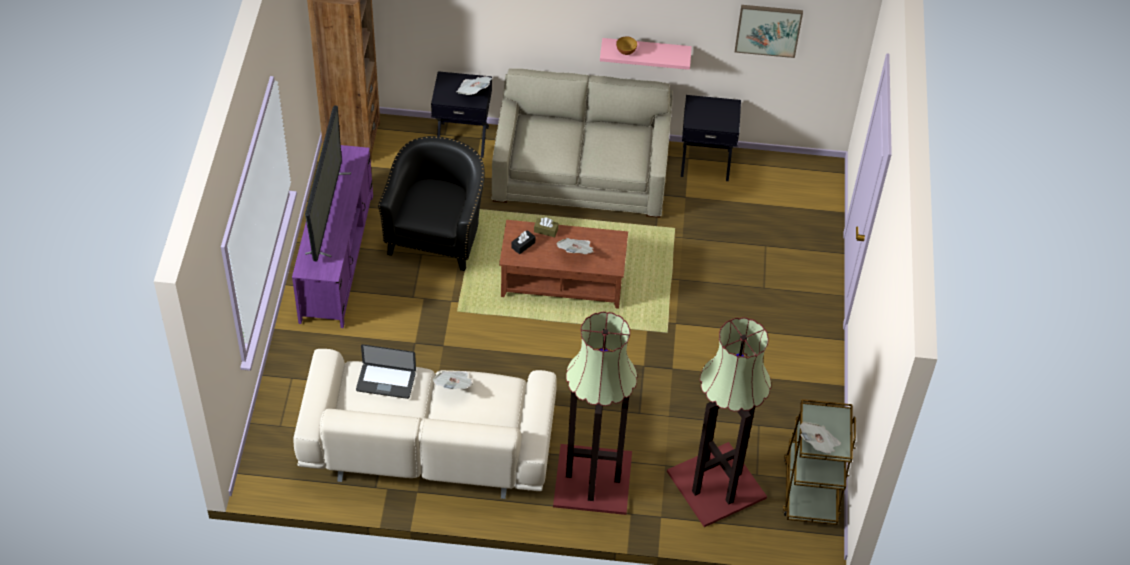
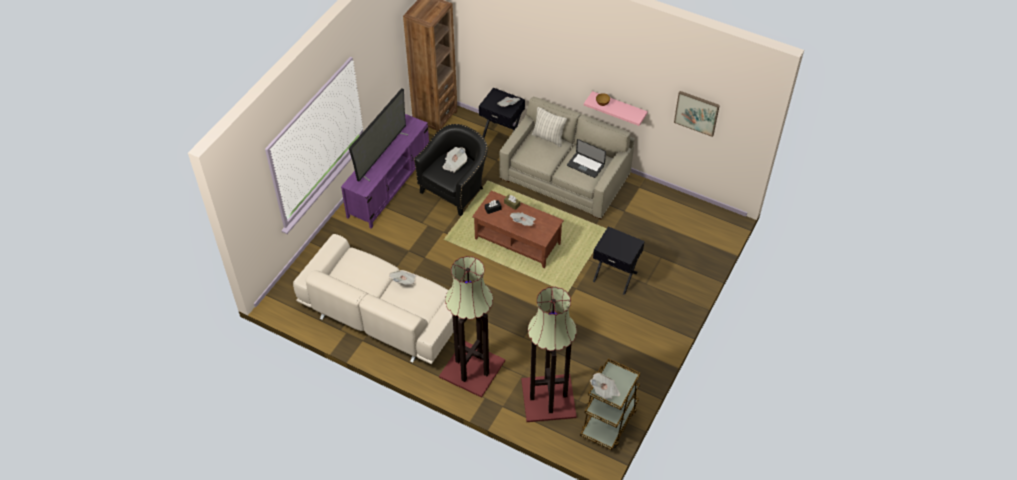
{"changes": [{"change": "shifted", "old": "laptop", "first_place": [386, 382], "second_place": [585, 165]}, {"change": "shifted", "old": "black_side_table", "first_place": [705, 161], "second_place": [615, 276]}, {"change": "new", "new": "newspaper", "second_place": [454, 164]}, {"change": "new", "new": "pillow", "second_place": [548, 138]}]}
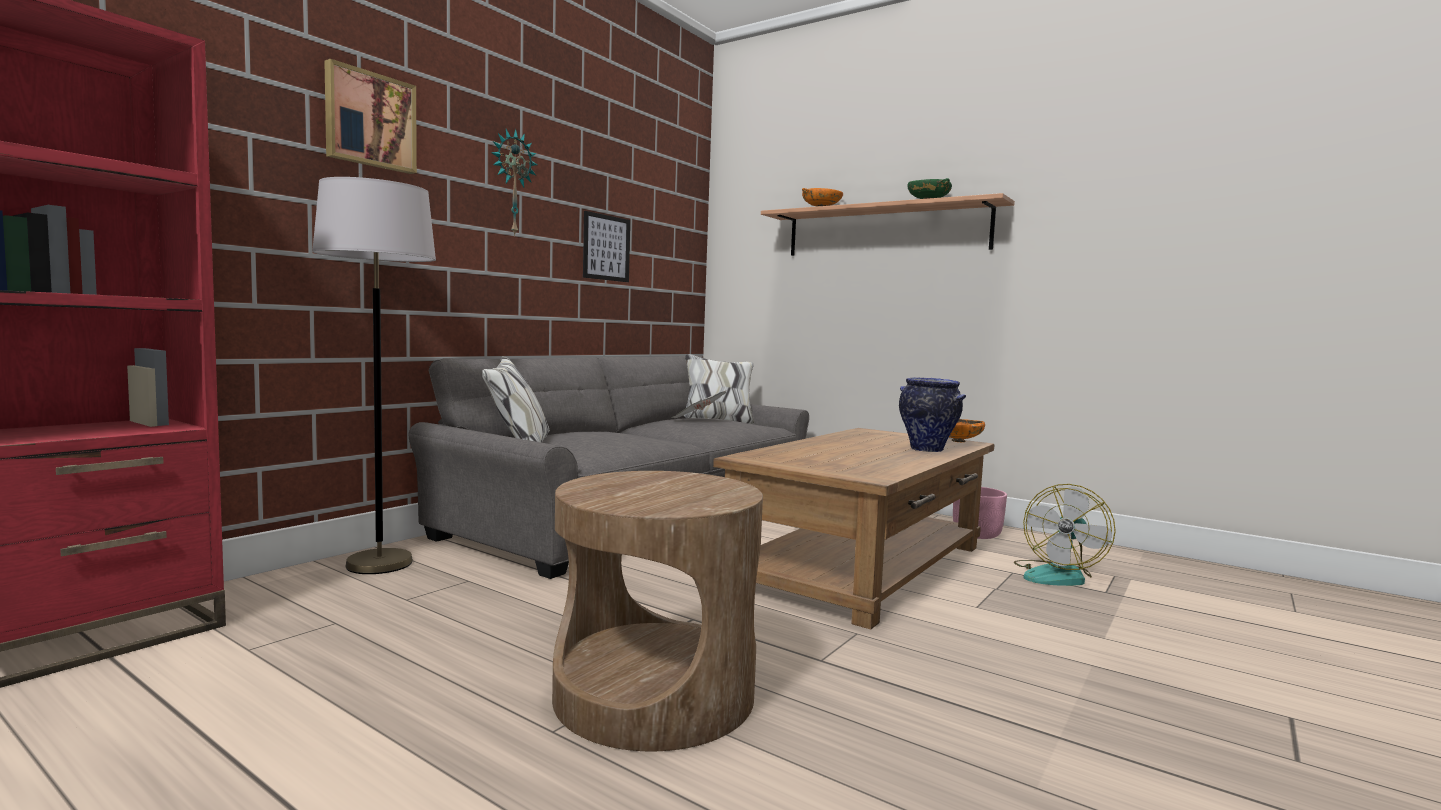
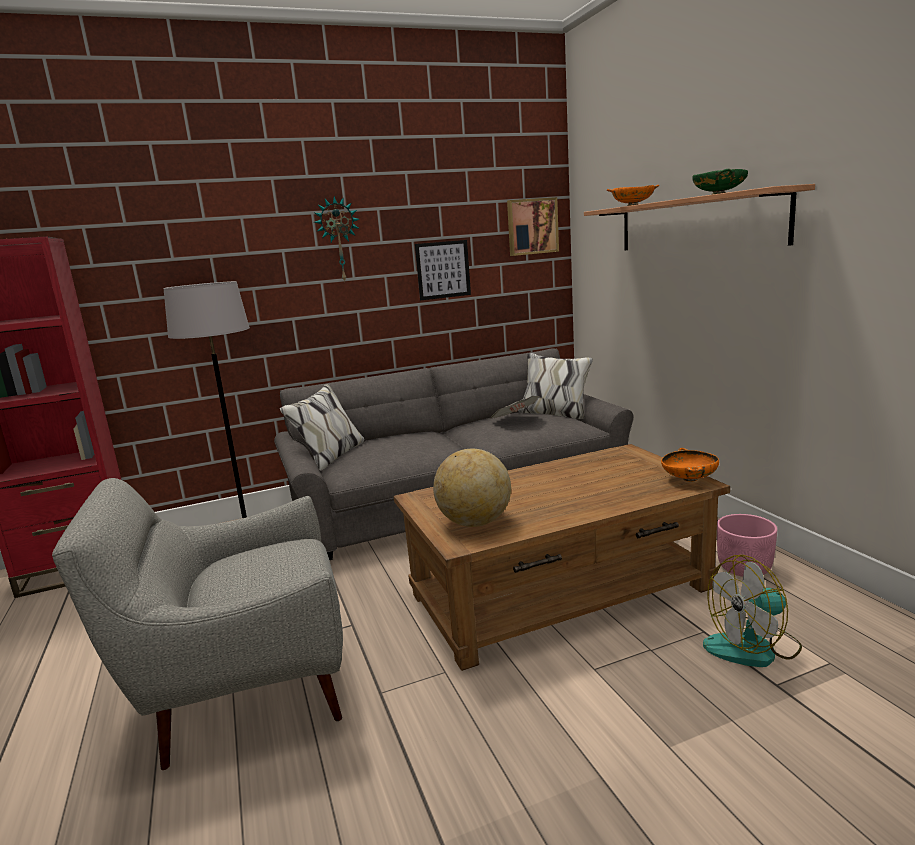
{"changes": [{"change": "shifted", "old": "picture", "first_place": [369, 120], "second_place": [532, 226]}, {"change": "swapped", "old": "brown_side_table", "new": "grey_armchair", "first_place": [653, 694], "second_place": [242, 690]}, {"change": "gone", "old": "vase", "first_place": [928, 450]}, {"change": "new", "new": "globe", "second_place": [474, 523]}]}
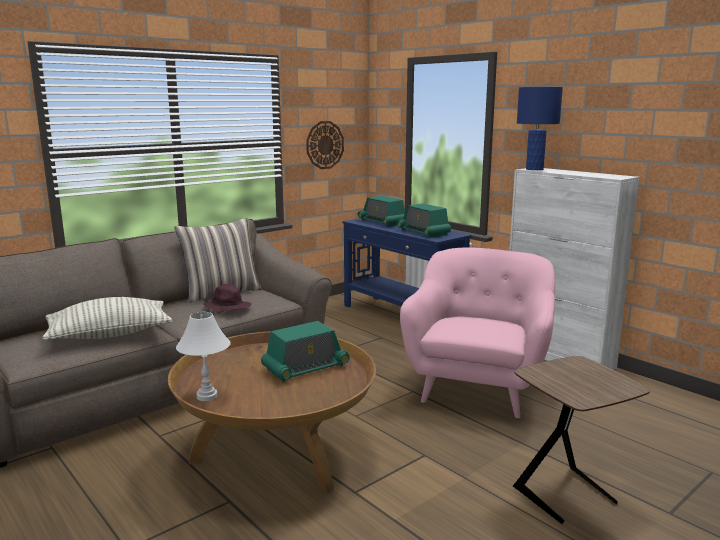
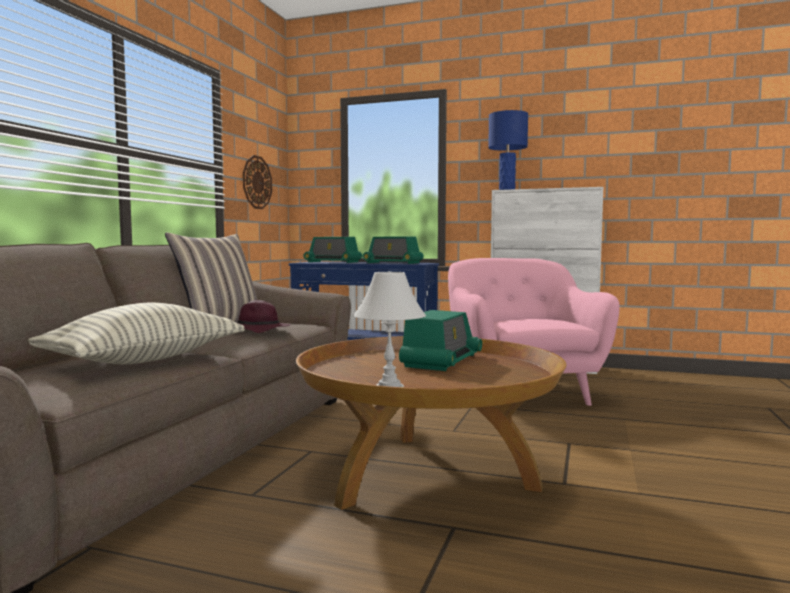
{"changes": [{"change": "gone", "old": "brown_side_table", "first_place": [568, 496]}]}
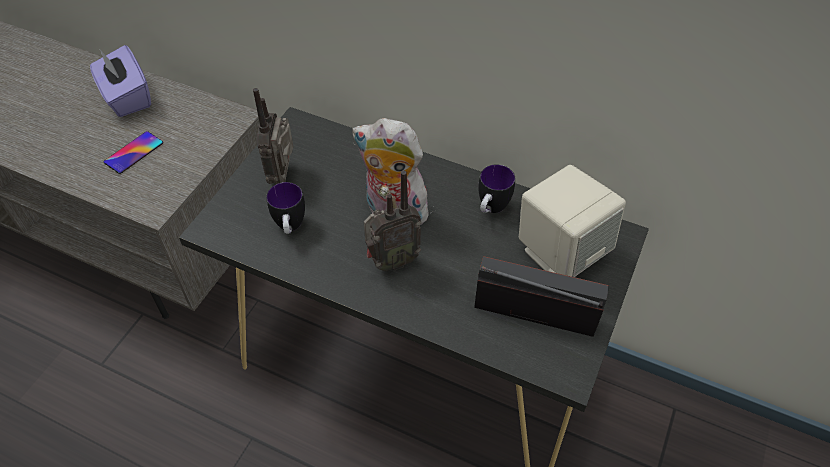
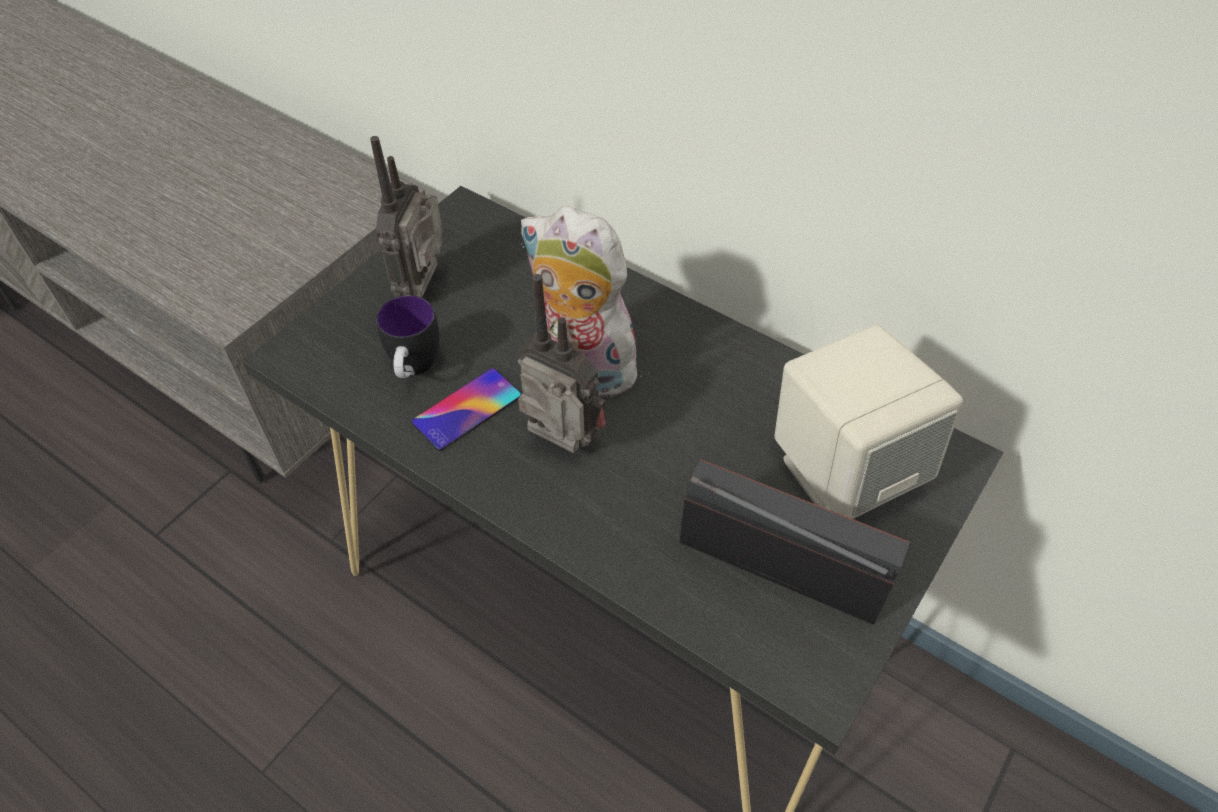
{"changes": [{"change": "gone", "old": "purple_tissue_box", "first_place": [127, 97]}, {"change": "shifted", "old": "phone", "first_place": [134, 153], "second_place": [467, 409]}, {"change": "rotated", "old": "radio", "first_place": [391, 261], "second_place": [560, 446], "degrees": -135}, {"change": "gone", "old": "mug", "first_place": [491, 209]}]}
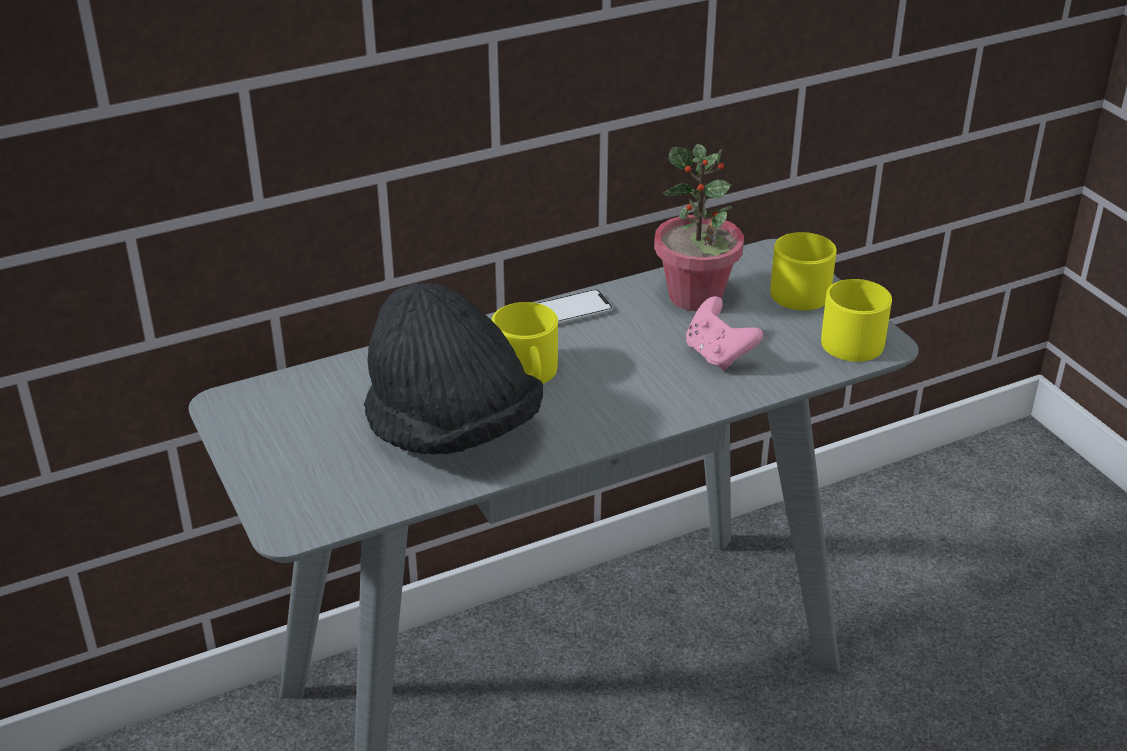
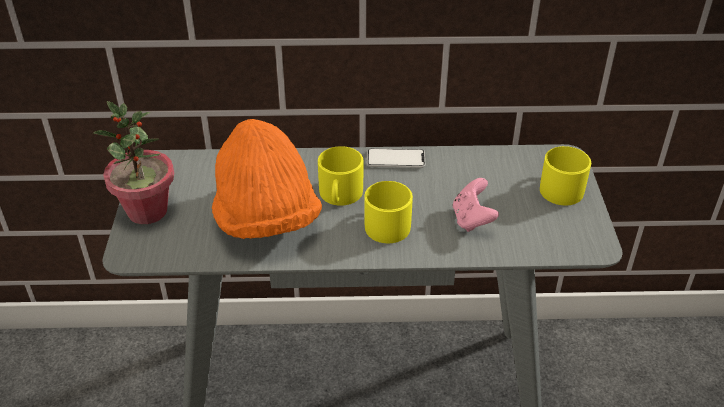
{"changes": [{"change": "repainted", "old": "black_hat", "new": "orange_hat", "first_place": [451, 429], "second_place": [266, 219]}, {"change": "shifted", "old": "potted_plant", "first_place": [696, 297], "second_place": [147, 211]}, {"change": "shifted", "old": "yellow_mug", "first_place": [847, 339], "second_place": [387, 223]}]}
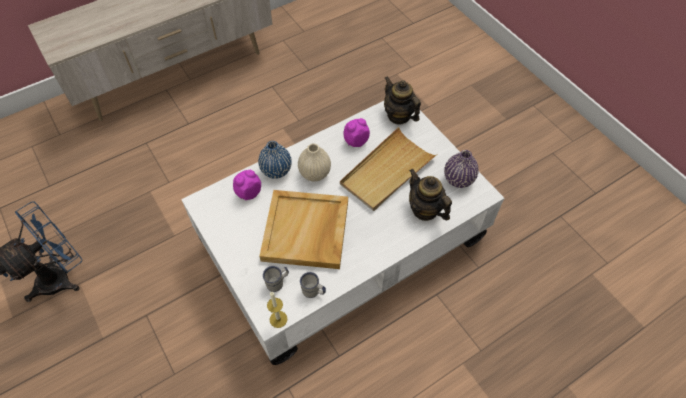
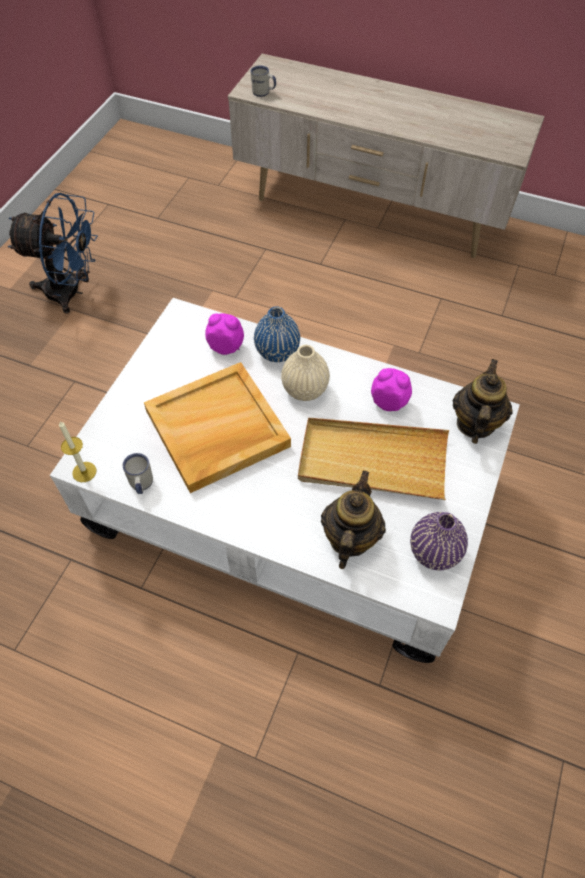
{"changes": [{"change": "shifted", "old": "white_mug", "first_place": [277, 282], "second_place": [263, 93]}]}
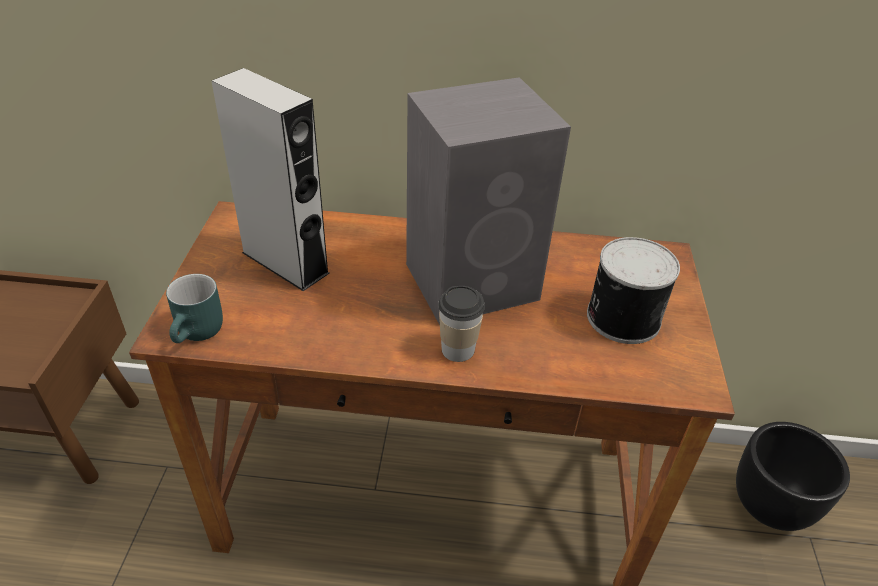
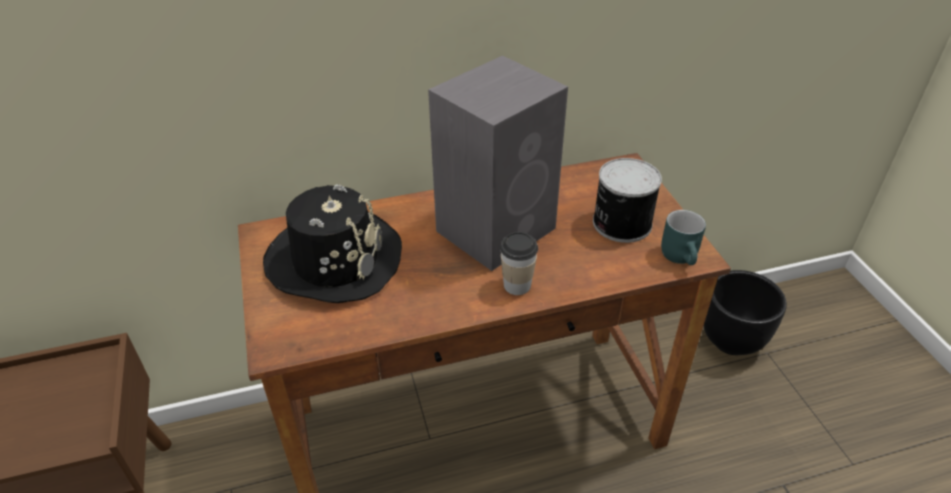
{"changes": [{"change": "shifted", "old": "turquoise_mug", "first_place": [200, 333], "second_place": [683, 257]}, {"change": "swapped", "old": "grey_speaker", "new": "black_hat", "first_place": [285, 262], "second_place": [334, 260]}]}
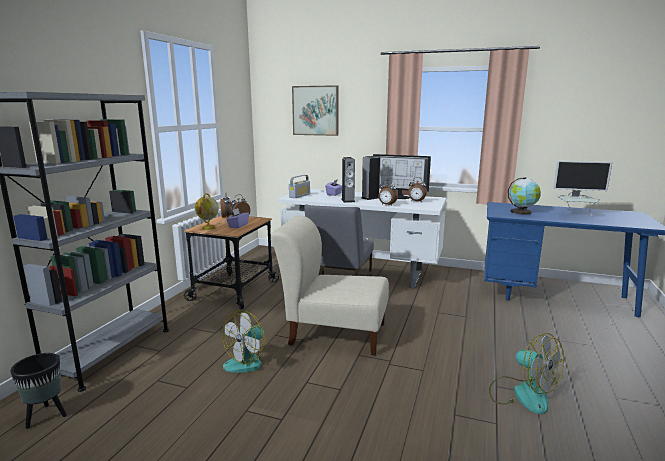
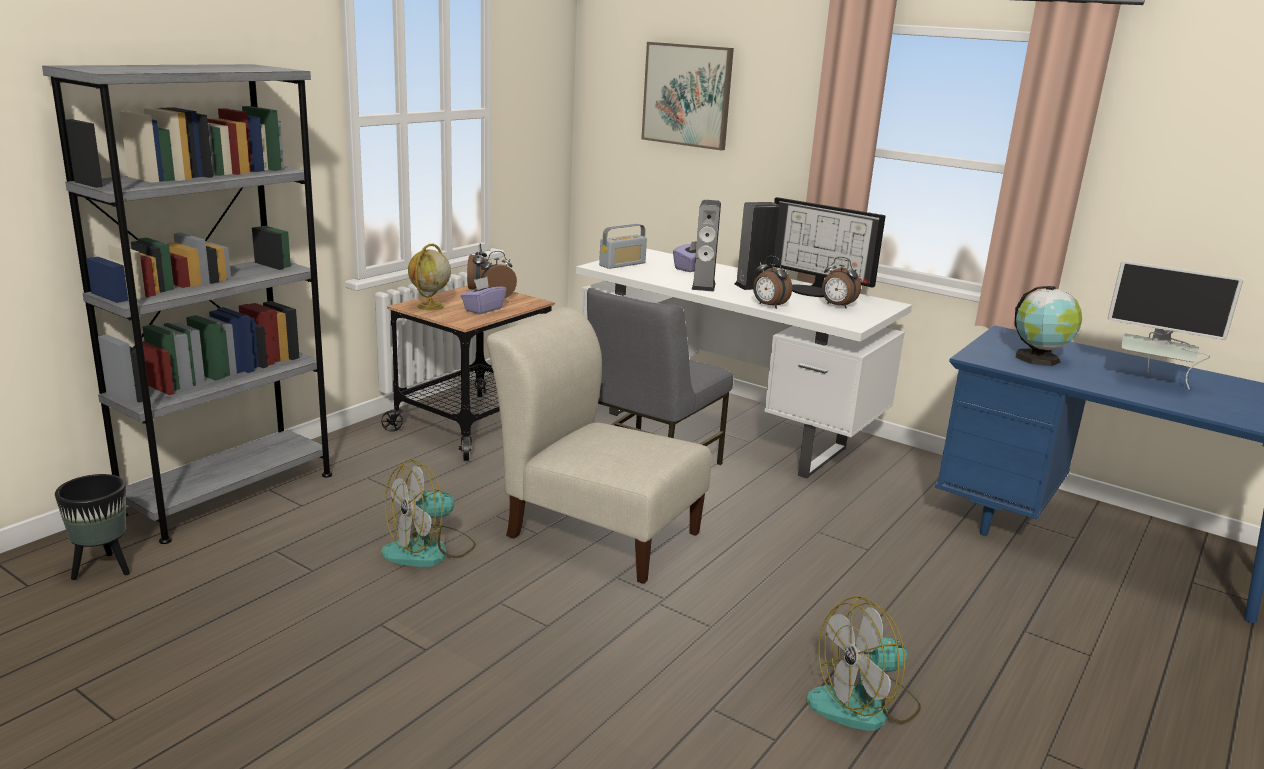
{"changes": [{"change": "rotated", "old": "fan", "first_place": [522, 394], "second_place": [864, 705], "degrees": 90}]}
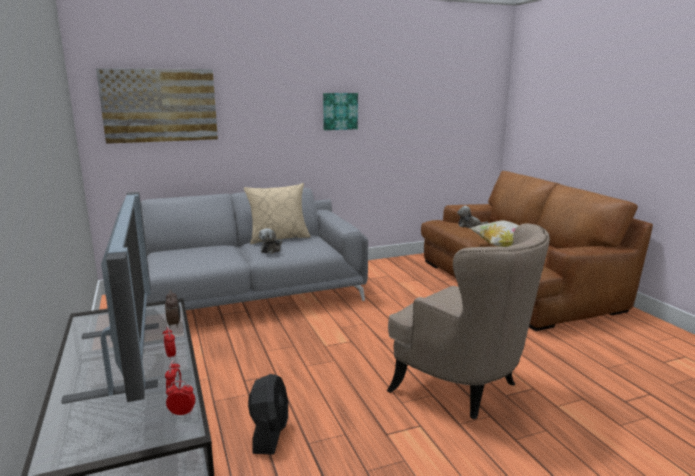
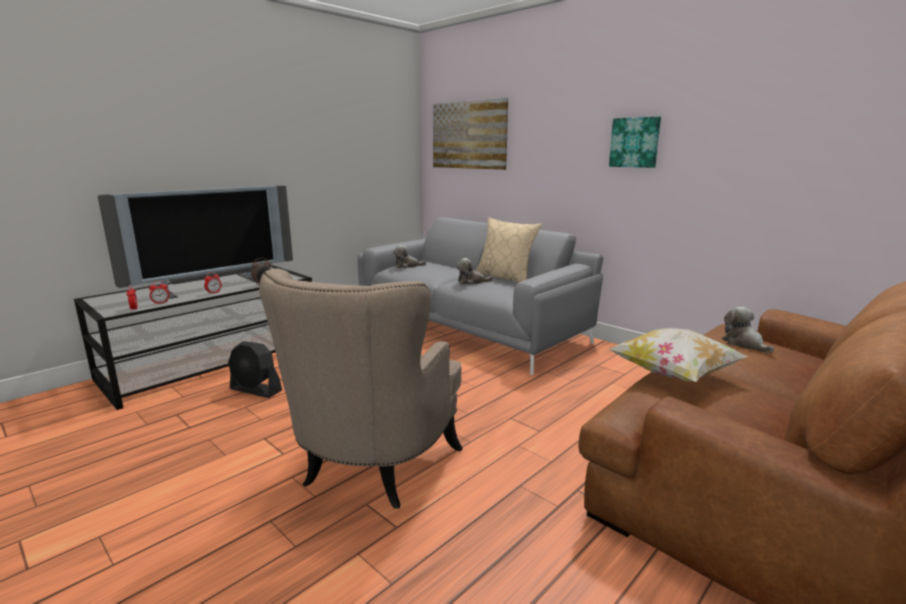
{"changes": [{"change": "rotated", "old": "black_fan", "first_place": [270, 433], "second_place": [256, 390], "degrees": 45}, {"change": "new", "new": "plush_toy", "second_place": [407, 266]}]}
